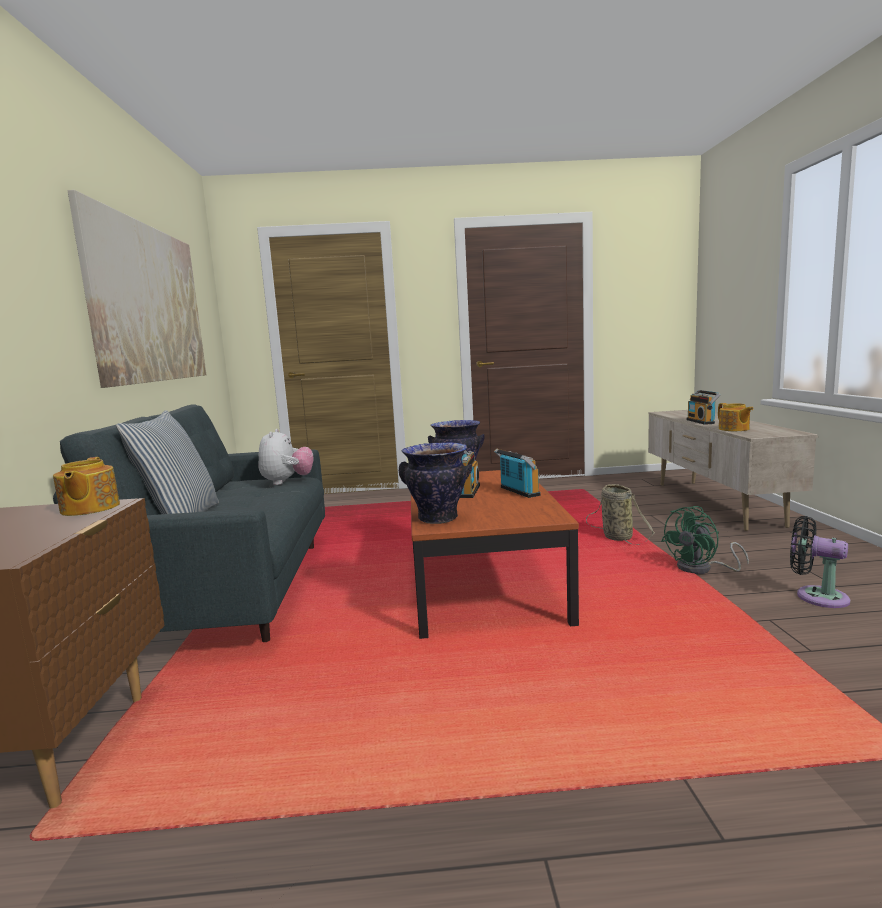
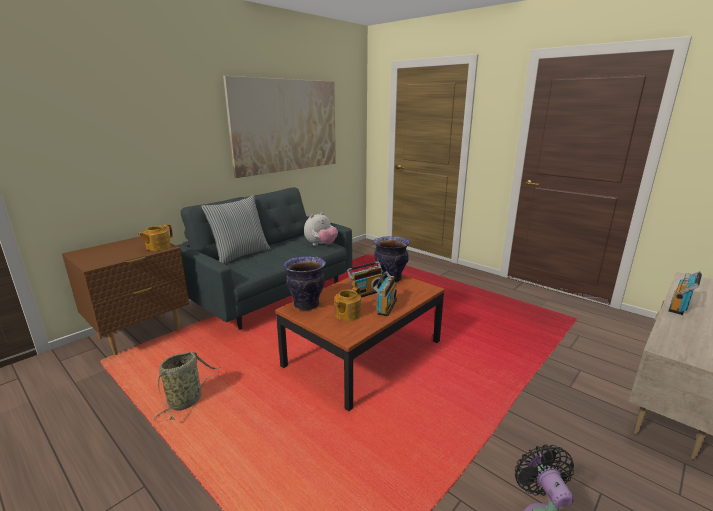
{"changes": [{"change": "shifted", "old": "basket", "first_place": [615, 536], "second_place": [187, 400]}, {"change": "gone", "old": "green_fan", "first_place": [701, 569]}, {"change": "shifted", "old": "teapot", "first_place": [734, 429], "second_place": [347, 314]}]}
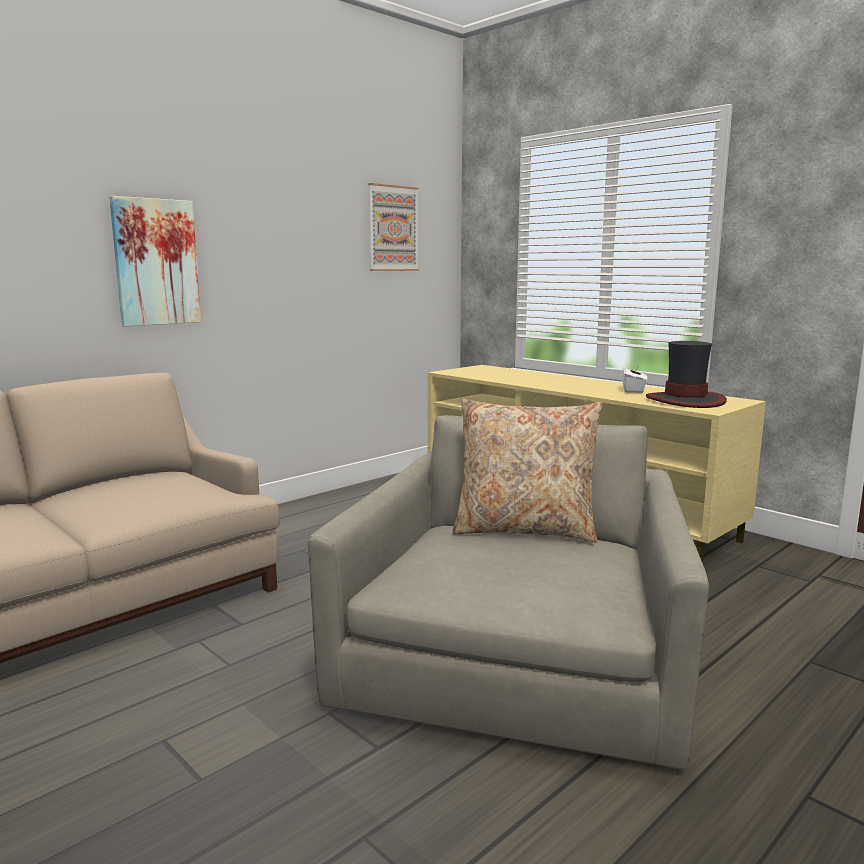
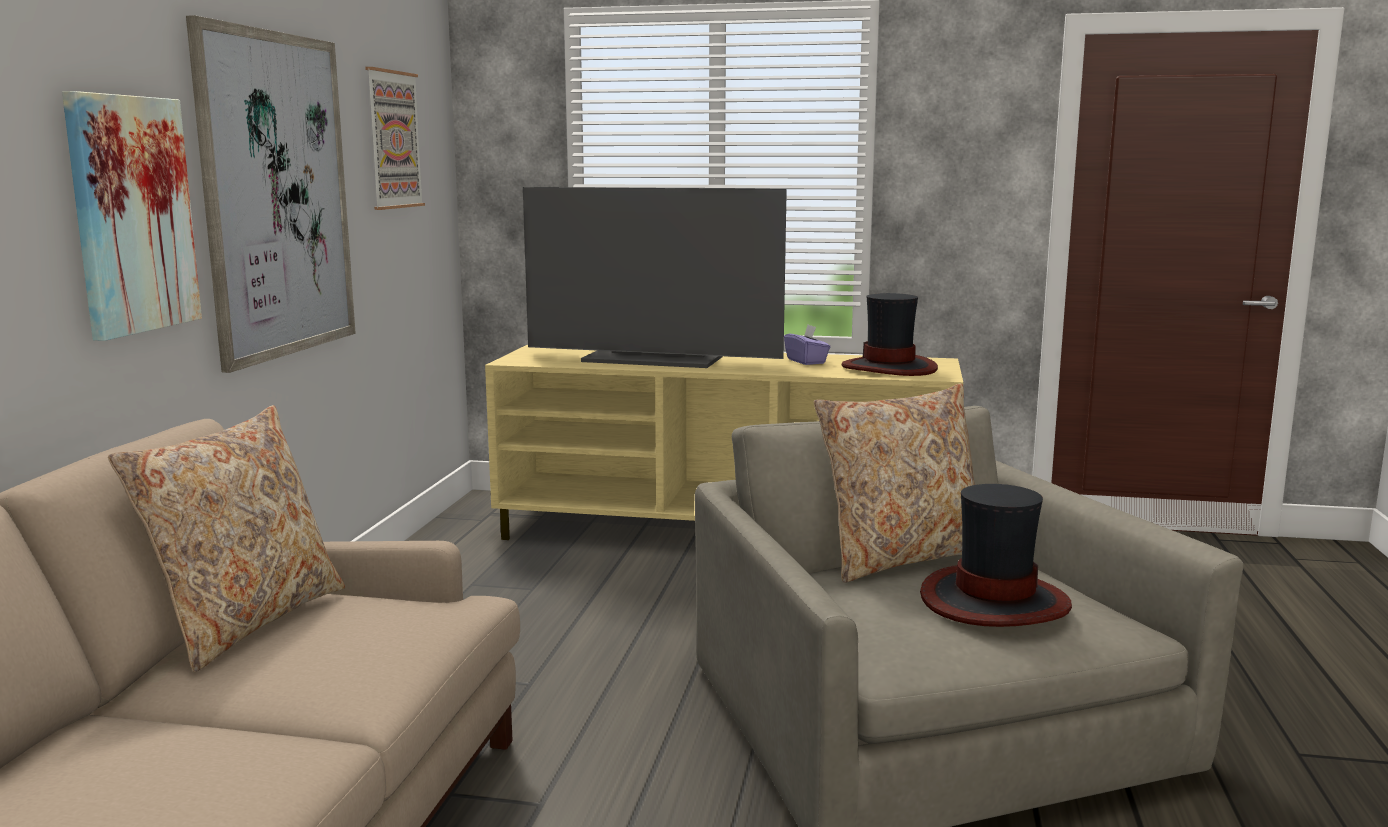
{"changes": [{"change": "repainted", "old": "white_tissue_box", "new": "purple_tissue_box", "first_place": [633, 390], "second_place": [806, 361]}, {"change": "new", "new": "beige_pillow", "second_place": [246, 621]}, {"change": "new", "new": "picture", "second_place": [277, 196]}, {"change": "new", "new": "television", "second_place": [654, 359]}, {"change": "new", "new": "hat", "second_place": [993, 601]}]}
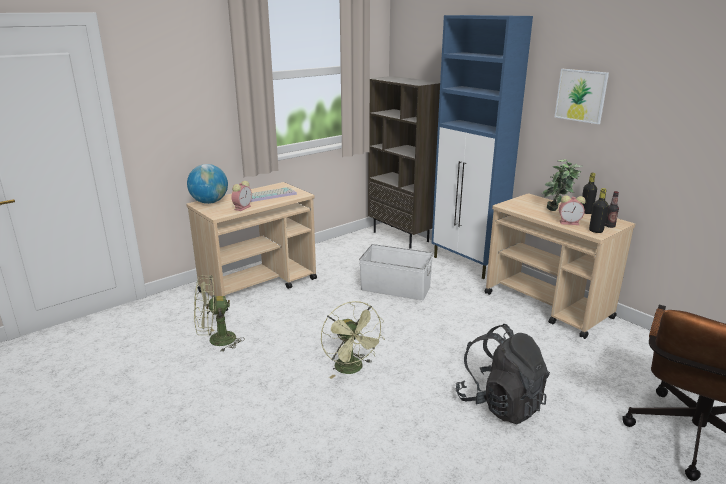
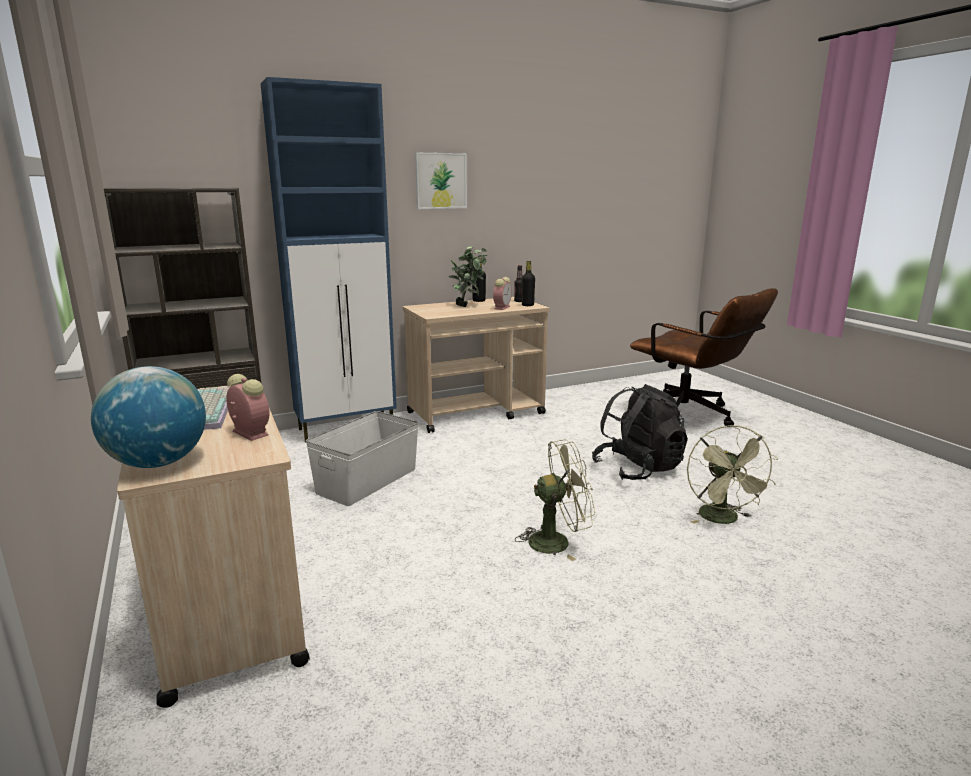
{"changes": [{"change": "shifted", "old": "green_fan", "first_place": [216, 341], "second_place": [723, 520]}]}
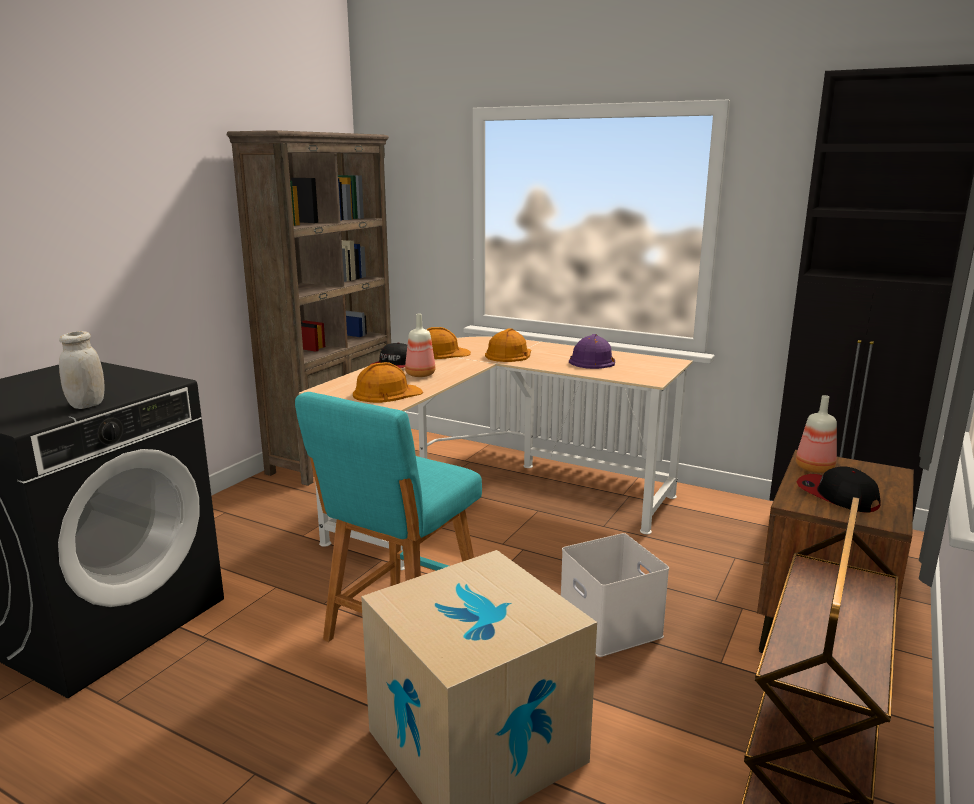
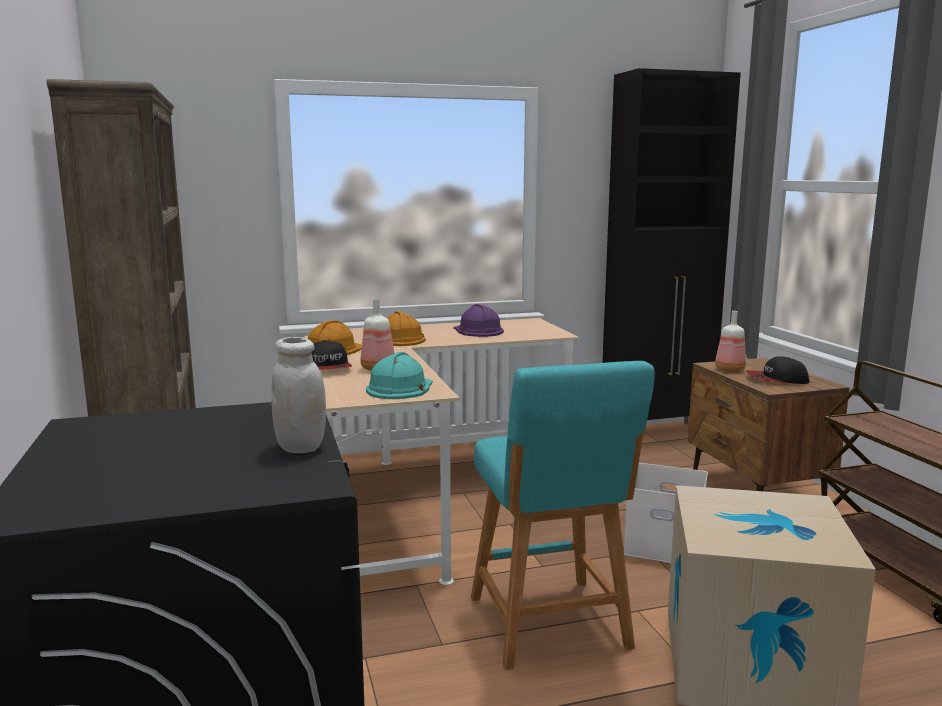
{"changes": [{"change": "repainted", "old": "orange_hard_hat", "new": "turquoise_hard_hat", "first_place": [386, 393], "second_place": [400, 388]}]}
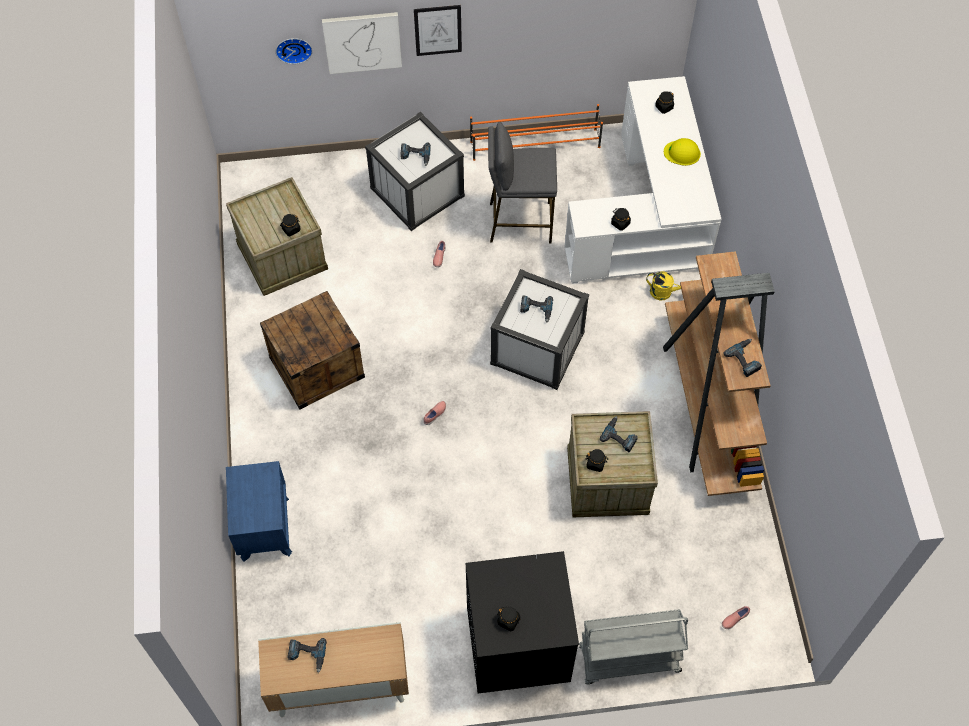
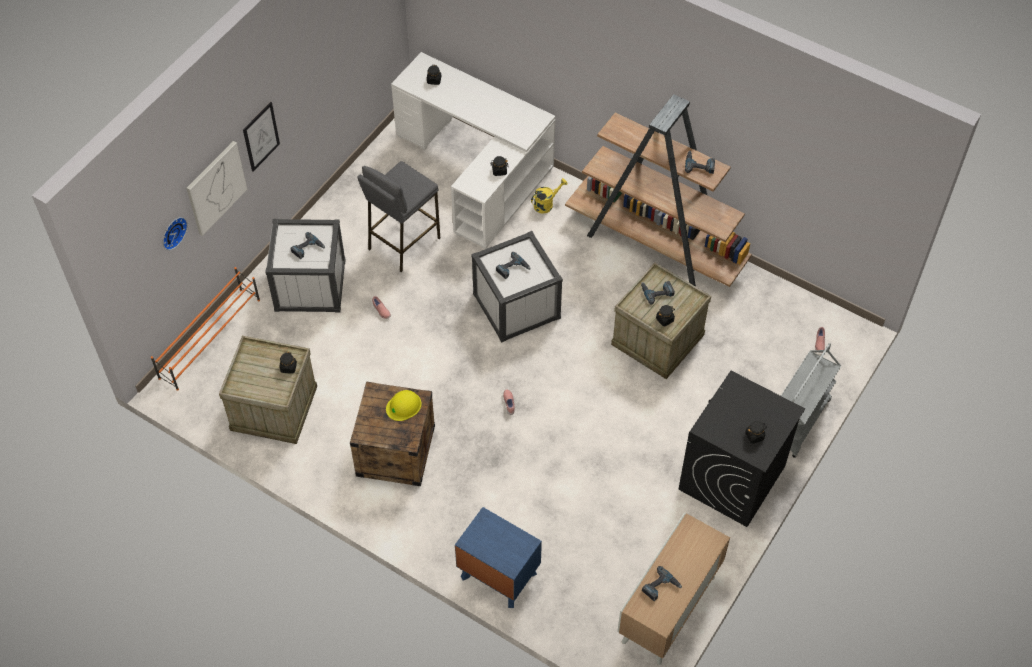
{"changes": [{"change": "shifted", "old": "orange_shoe_rack", "first_place": [535, 144], "second_place": [210, 338]}, {"change": "shifted", "old": "yellow_hard_hat", "first_place": [682, 153], "second_place": [404, 406]}]}
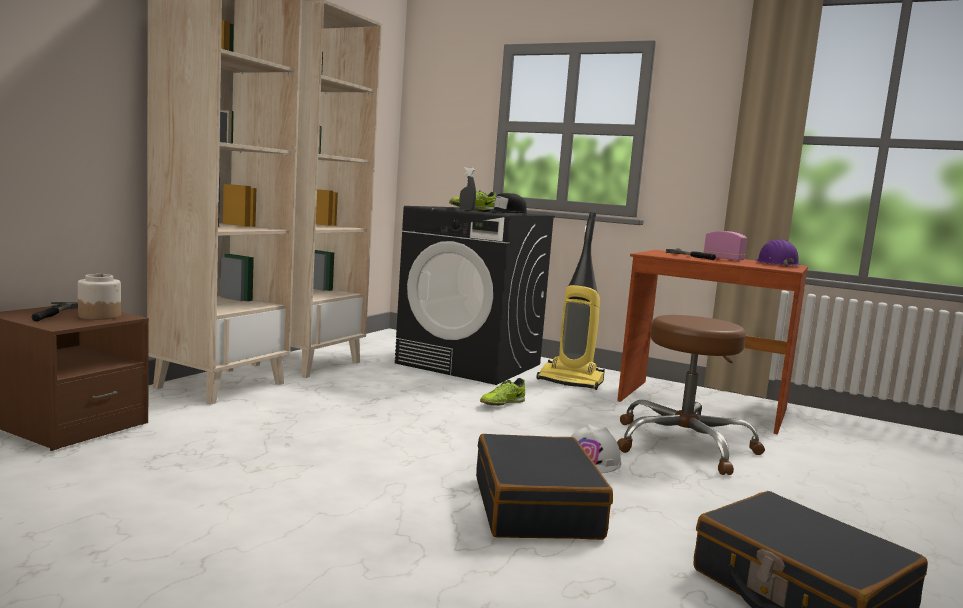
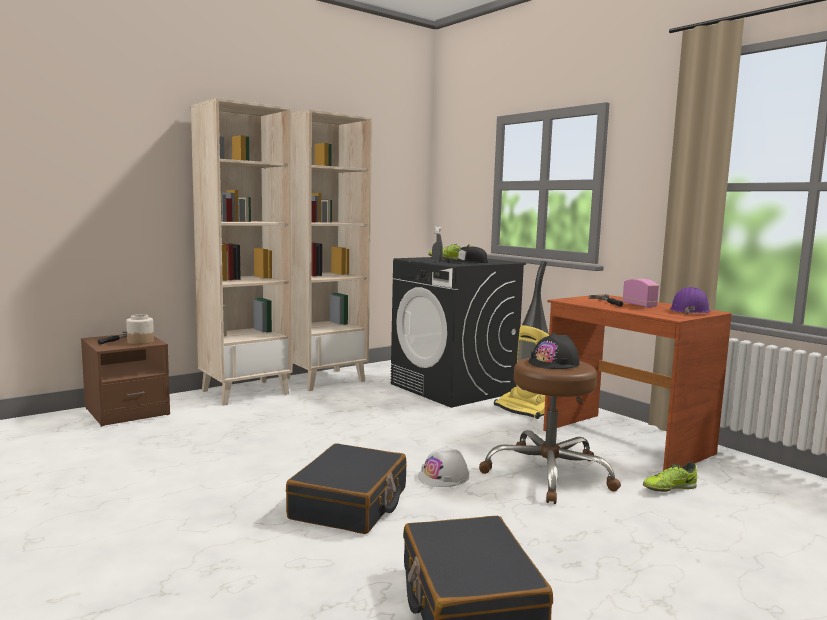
{"changes": [{"change": "shifted", "old": "shoe", "first_place": [502, 403], "second_place": [669, 488]}, {"change": "new", "new": "black_hard_hat", "second_place": [554, 363]}]}
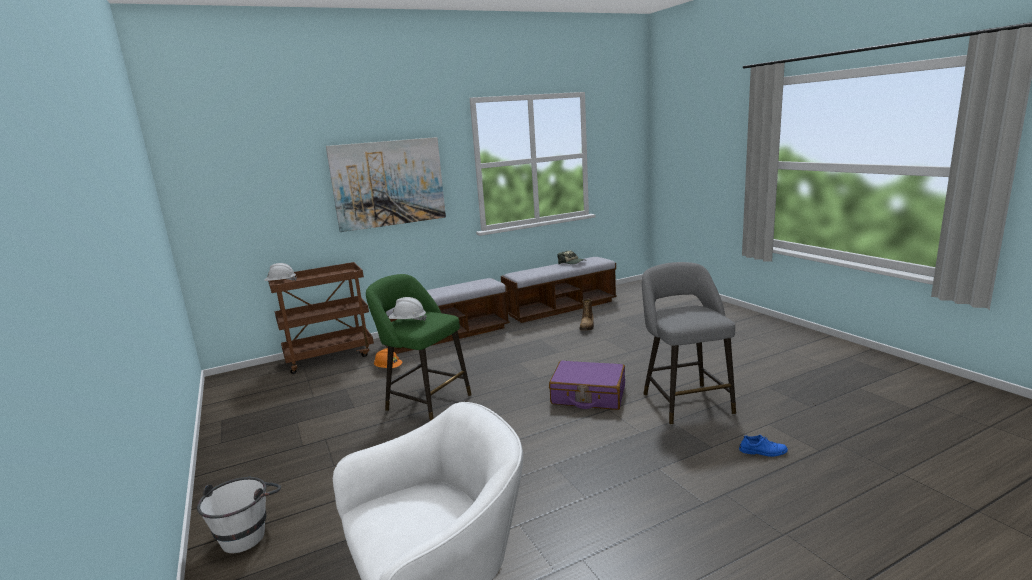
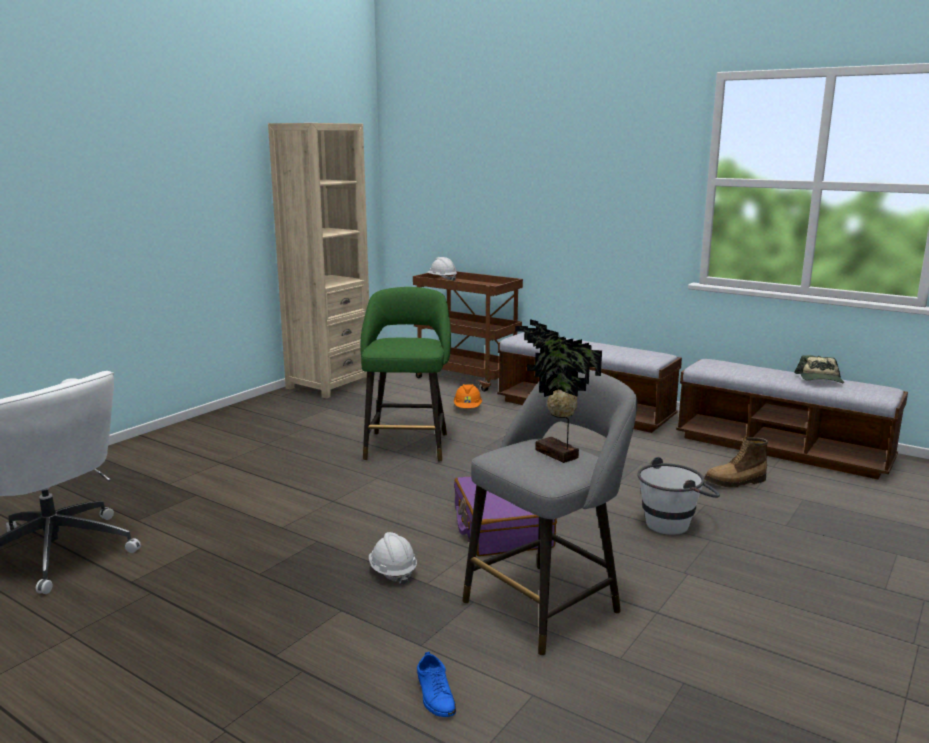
{"changes": [{"change": "shifted", "old": "white_bucket", "first_place": [248, 532], "second_place": [675, 523]}, {"change": "gone", "old": "picture", "first_place": [388, 183]}, {"change": "shifted", "old": "white_hard_hat", "first_place": [408, 322], "second_place": [392, 572]}, {"change": "new", "new": "beige_bookcase", "second_place": [329, 385]}, {"change": "new", "new": "potted_plant", "second_place": [555, 455]}]}
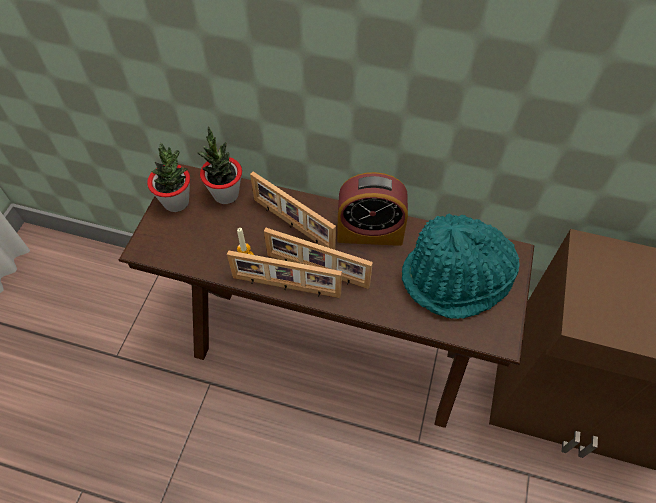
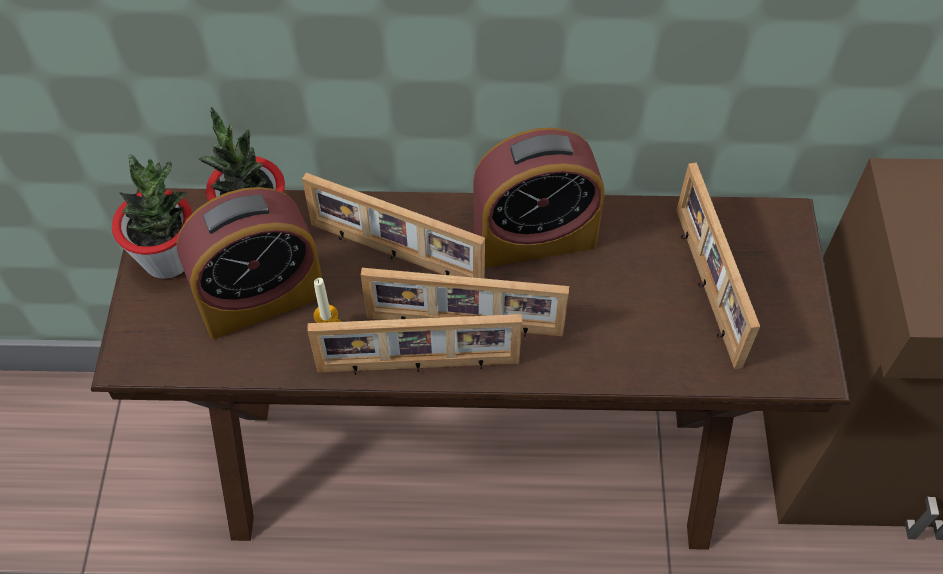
{"changes": [{"change": "swapped", "old": "turquoise_hat", "new": "picture_frame", "first_place": [456, 279], "second_place": [704, 286]}, {"change": "new", "new": "alarm_clock", "second_place": [261, 297]}]}
